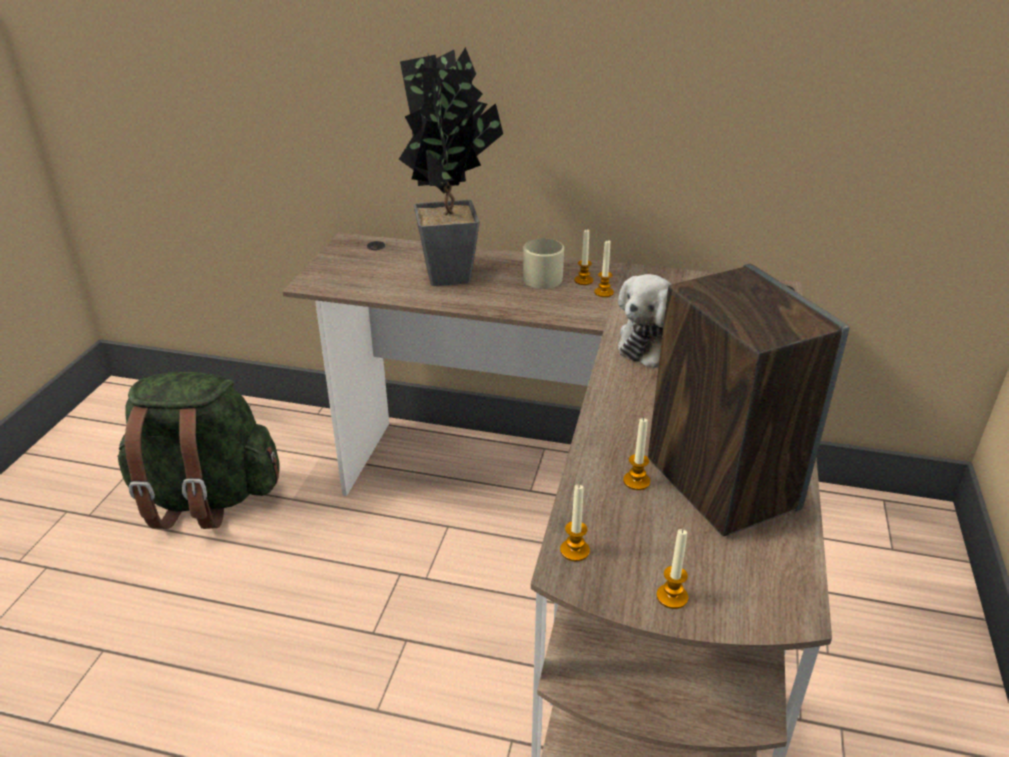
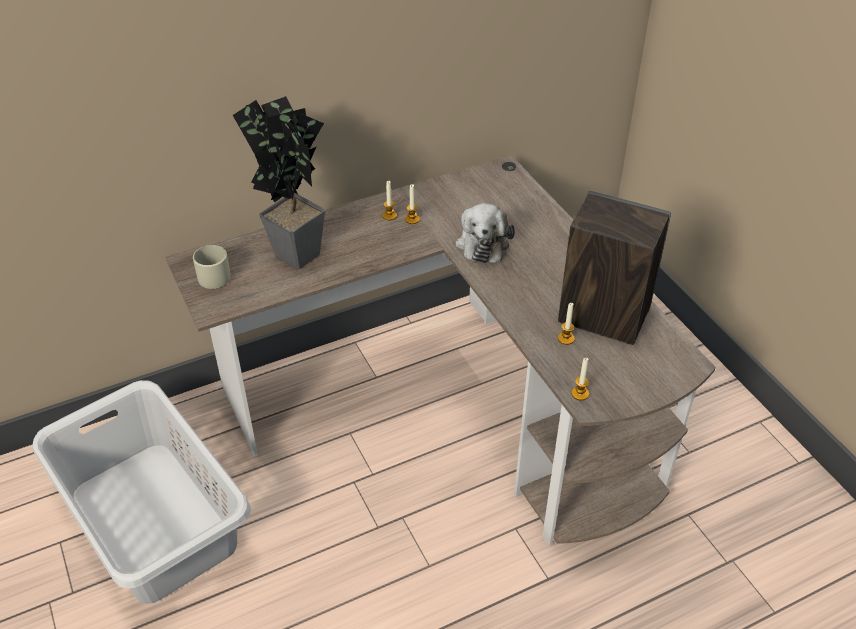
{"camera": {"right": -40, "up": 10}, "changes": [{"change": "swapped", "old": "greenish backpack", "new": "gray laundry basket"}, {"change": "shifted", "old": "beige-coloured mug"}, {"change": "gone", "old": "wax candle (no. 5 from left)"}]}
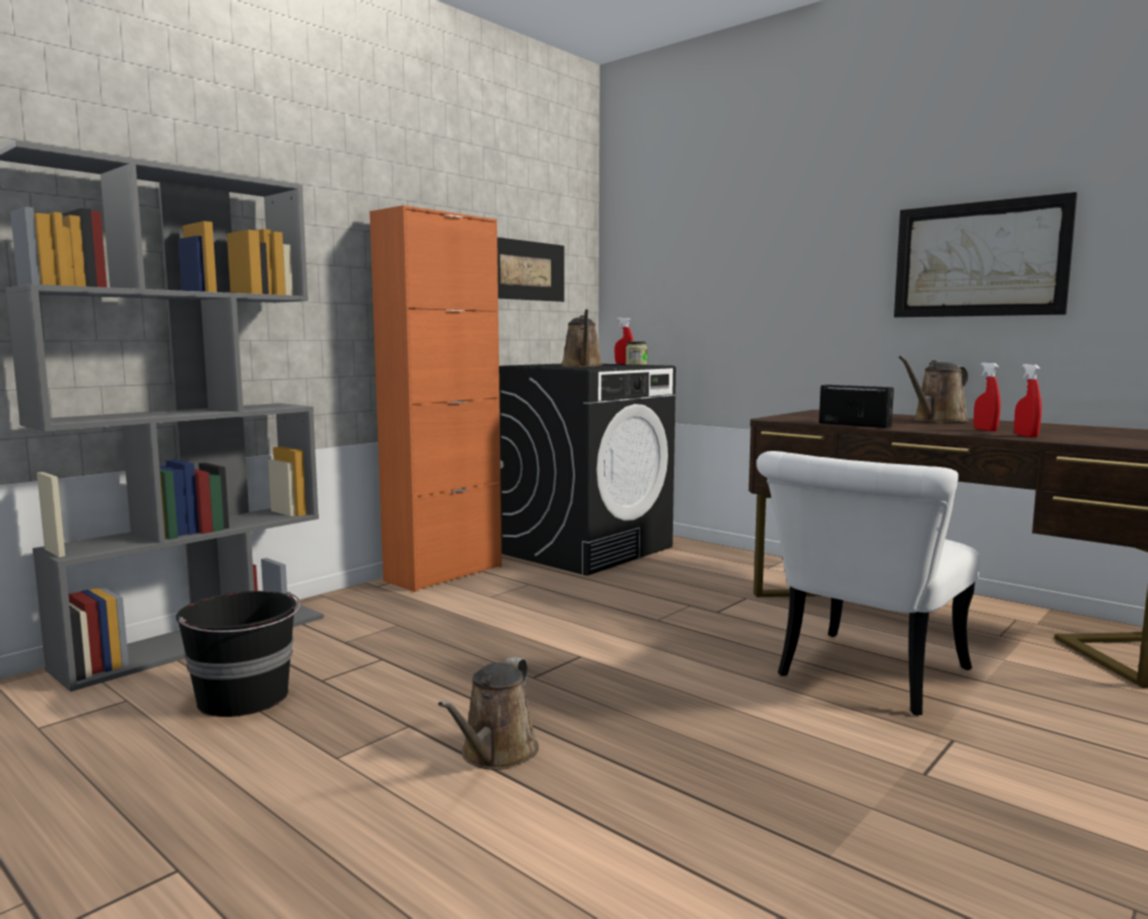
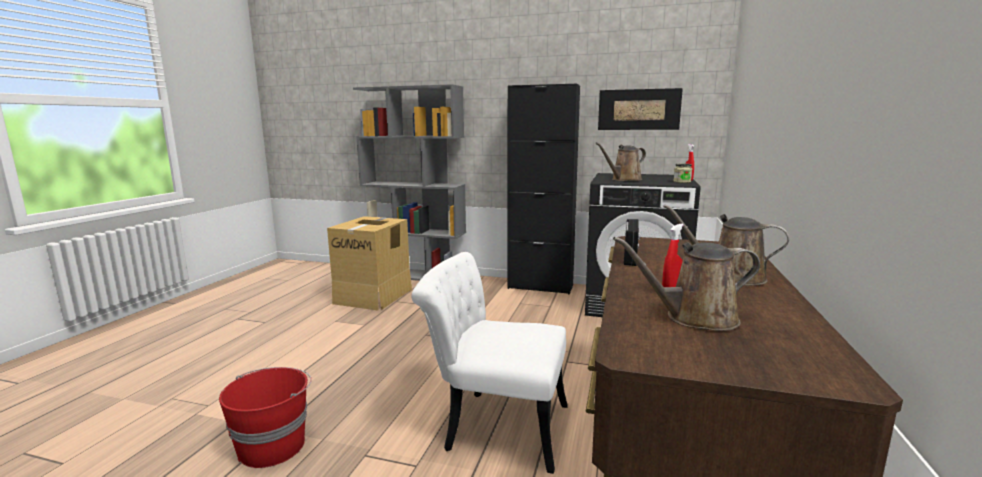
{"camera": {"right": 65, "up": 5}, "changes": [{"change": "new", "new": "red pail"}, {"change": "swapped", "old": "black-coloured pail", "new": "packing box"}, {"change": "repainted", "old": "orange cabinet", "new": "black-coloured cabinet"}, {"change": "shifted", "old": "brown sprinkling can (no. 1 from left in the first image)", "new": "brown sprinkling can (no. 2 from left)"}, {"change": "gone", "old": "wall picture (no. 2 from left)"}, {"change": "gone", "old": "red hand sprayer (no. 3 from left)"}]}
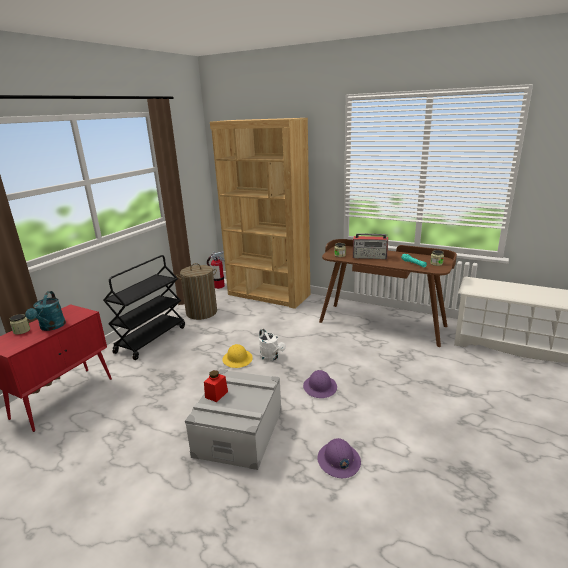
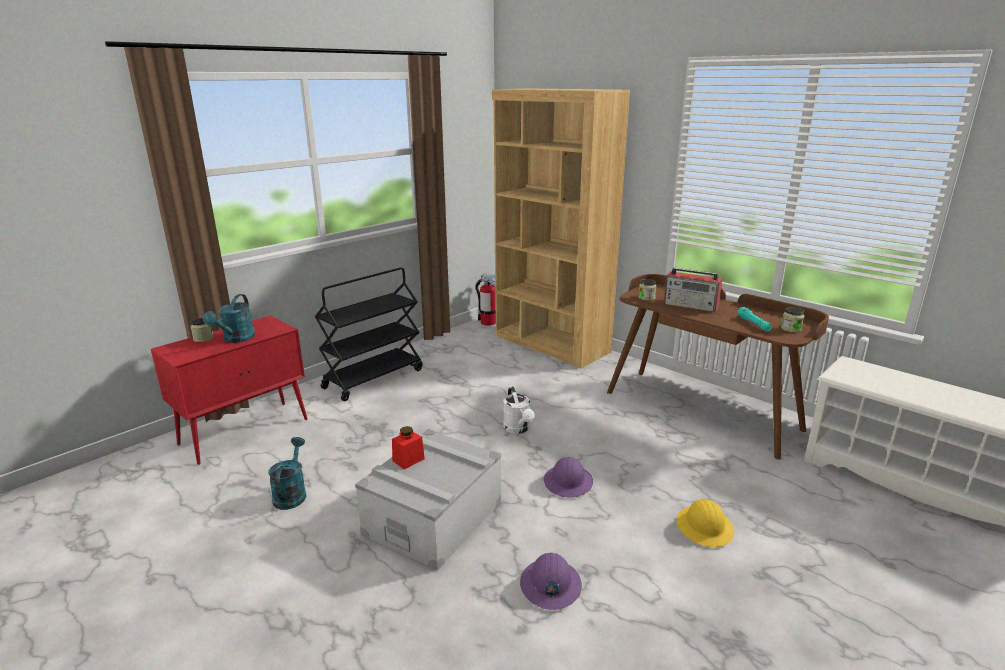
{"camera": {"right": 15, "up": 0}, "changes": [{"change": "new", "new": "blue-green sprinkling can (no. 2 from left)"}, {"change": "shifted", "old": "yellowish hard hat"}, {"change": "gone", "old": "laundry basket"}]}
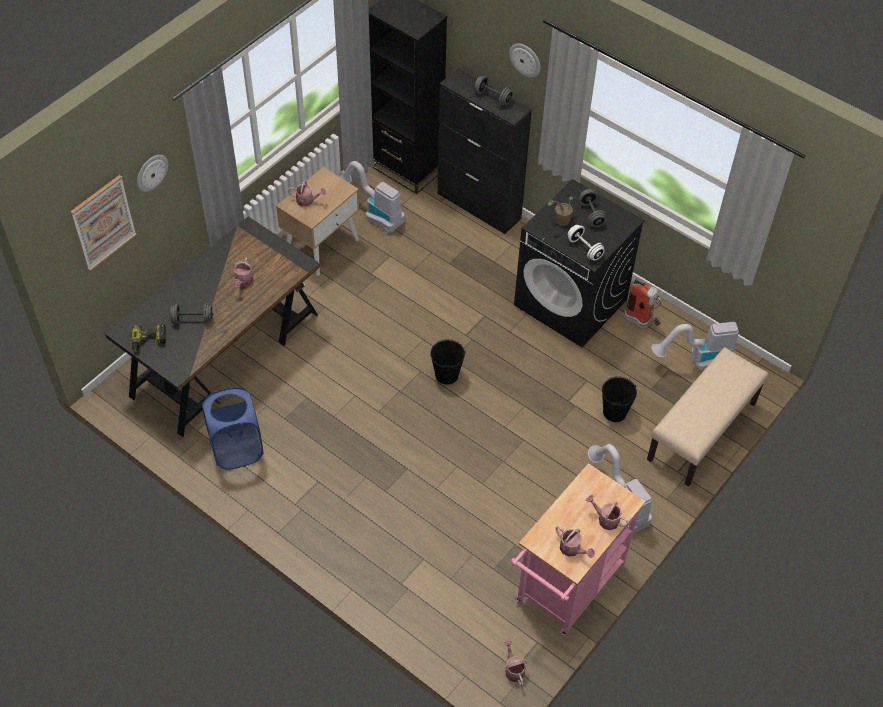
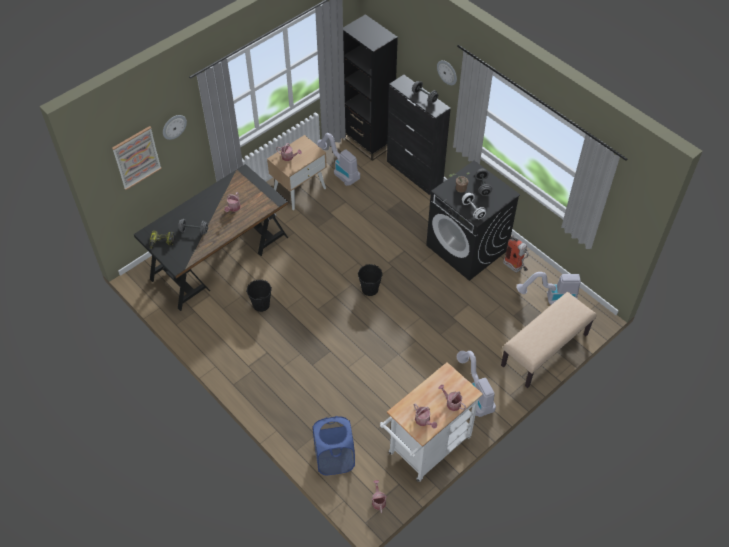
{"camera": {"right": 10, "up": 0}, "changes": [{"change": "shifted", "old": "black-coloured pail (no. 2 from left in the first image)", "new": "black-coloured pail (no. 1 from left)"}, {"change": "shifted", "old": "blue-coloured laundry basket"}, {"change": "repainted", "old": "pinkish wheeled cart", "new": "white-coloured wheeled cart"}]}
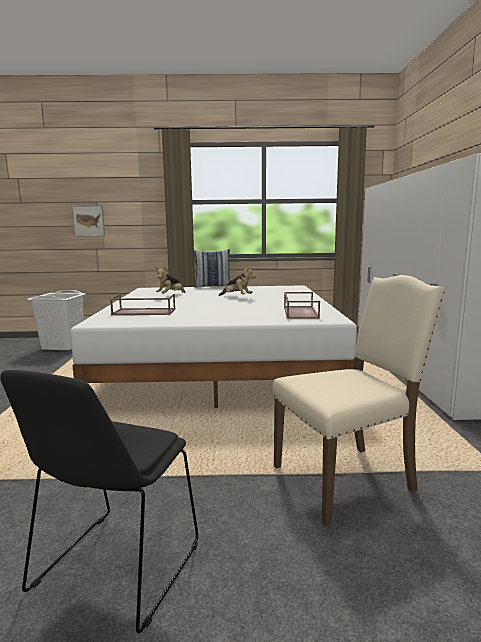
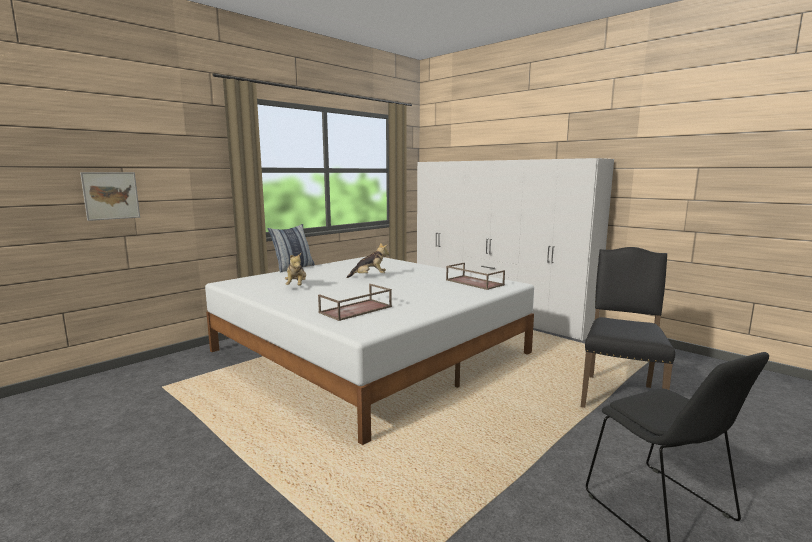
{"camera": {"right": -45, "up": 0}, "changes": [{"change": "repainted", "old": "beige-coloured upright chair", "new": "black-coloured upright chair (no. 1 from left)"}, {"change": "gone", "old": "white-coloured laundry basket"}]}
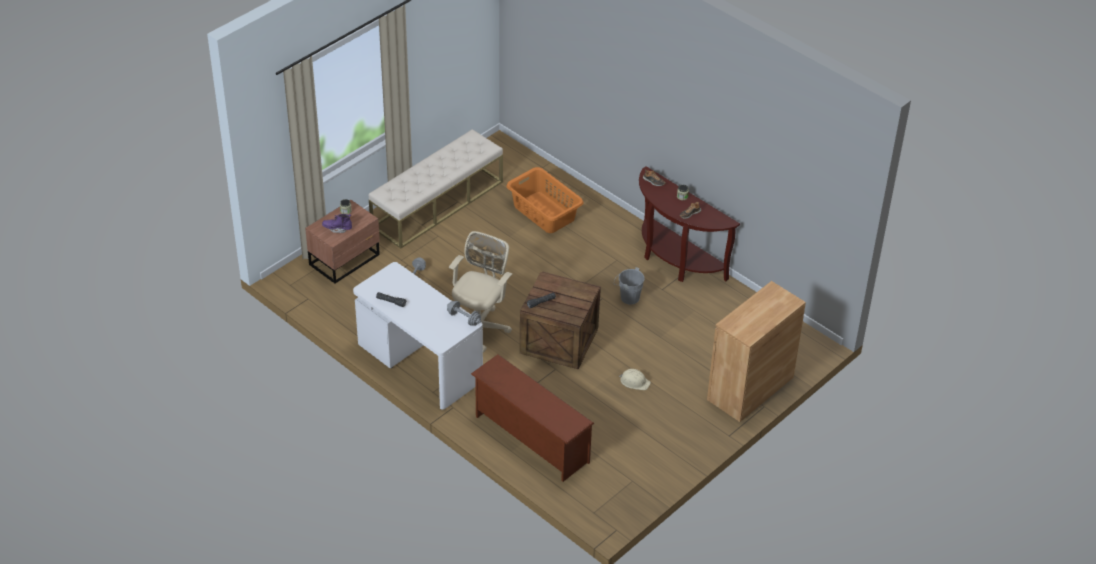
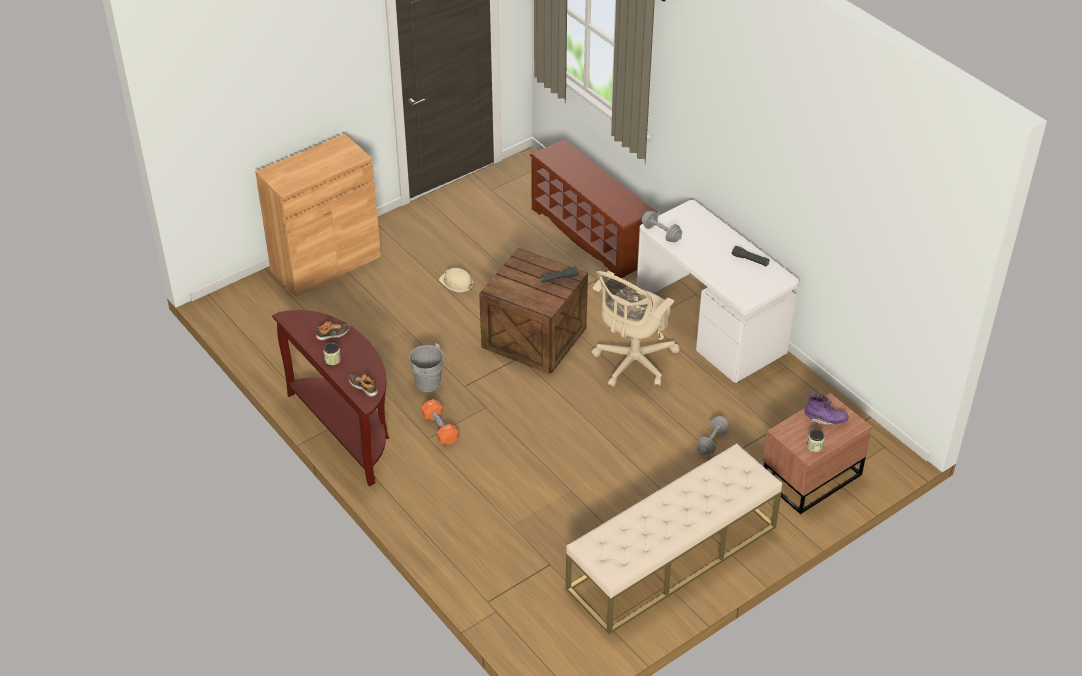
{"camera": {"right": -170, "up": 0}, "changes": [{"change": "new", "new": "orange dumbbell"}, {"change": "gone", "old": "orange laundry basket"}]}
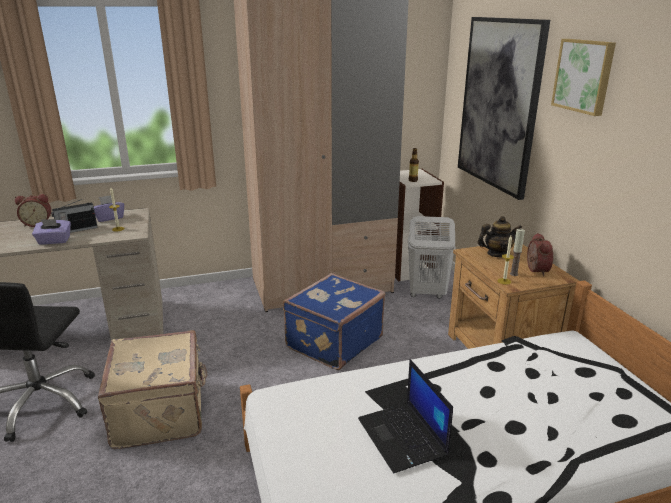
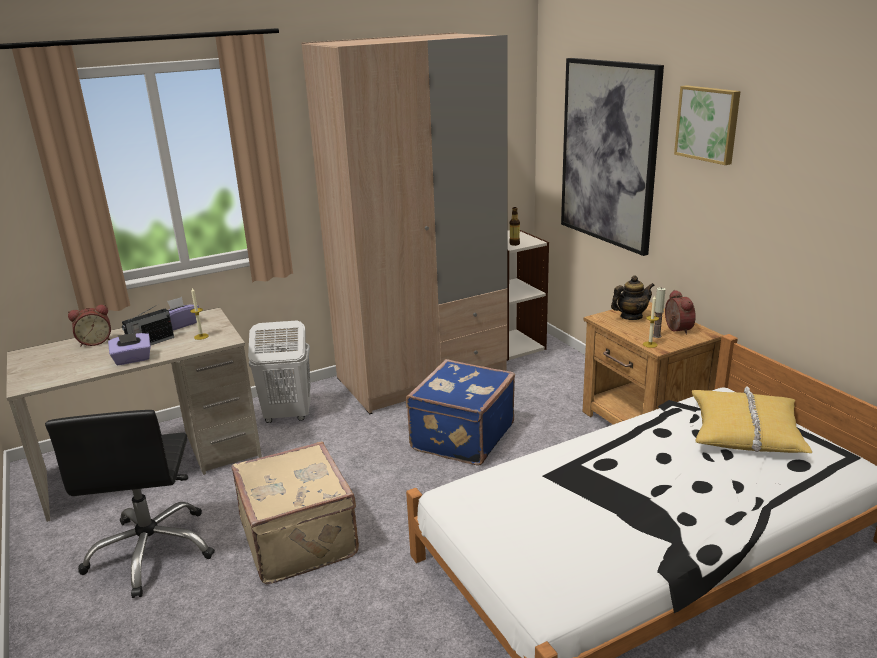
{"camera": {"right": -10, "up": 0}, "changes": [{"change": "shifted", "old": "white-coloured laundry basket"}, {"change": "new", "new": "yellowish cushion"}, {"change": "gone", "old": "portable computer"}]}
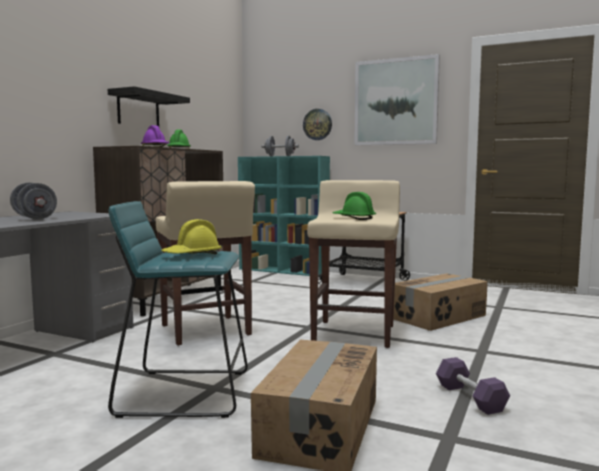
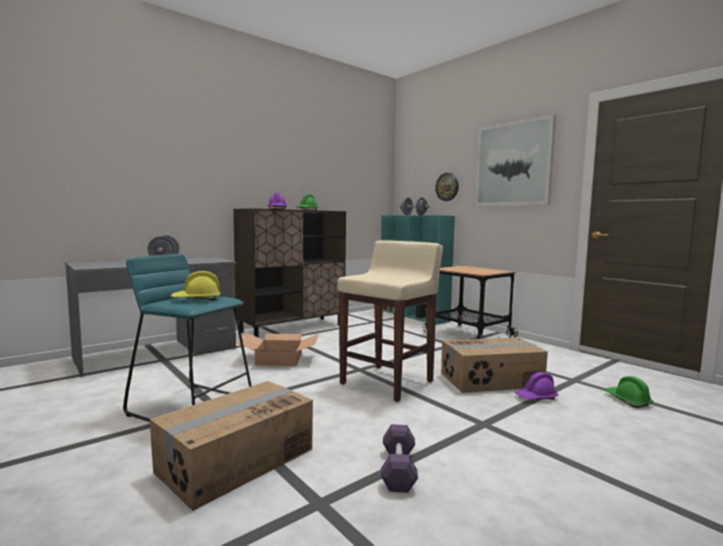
{"camera": {"right": 25, "up": 0}, "changes": [{"change": "swapped", "old": "beige-coloured sitting stool (no. 1 from left)", "new": "packing box (no. 2 from left)"}, {"change": "new", "new": "purplish hard hat (no. 2 from left)"}, {"change": "shifted", "old": "greenish hard hat (no. 2 from left)"}, {"change": "gone", "old": "black-coloured shelf"}]}
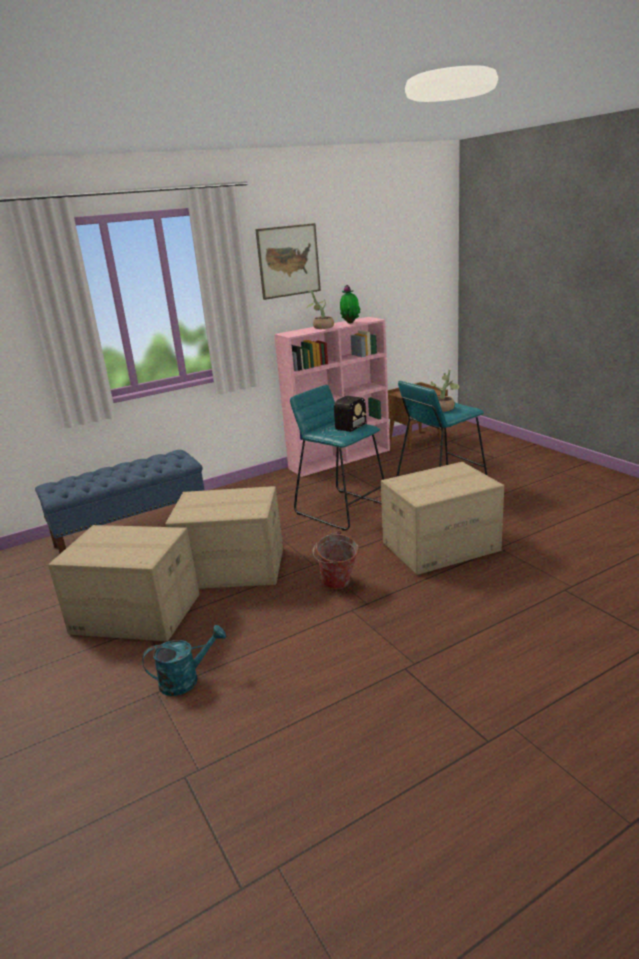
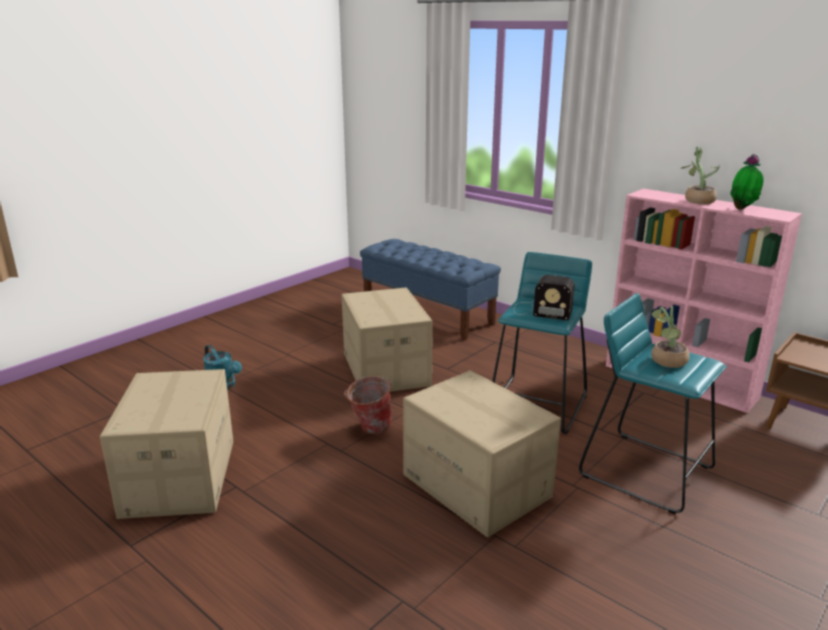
{"camera": {"right": 70, "up": 0}, "changes": [{"change": "shifted", "old": "packing box (no. 1 from left)"}, {"change": "gone", "old": "wall picture"}]}
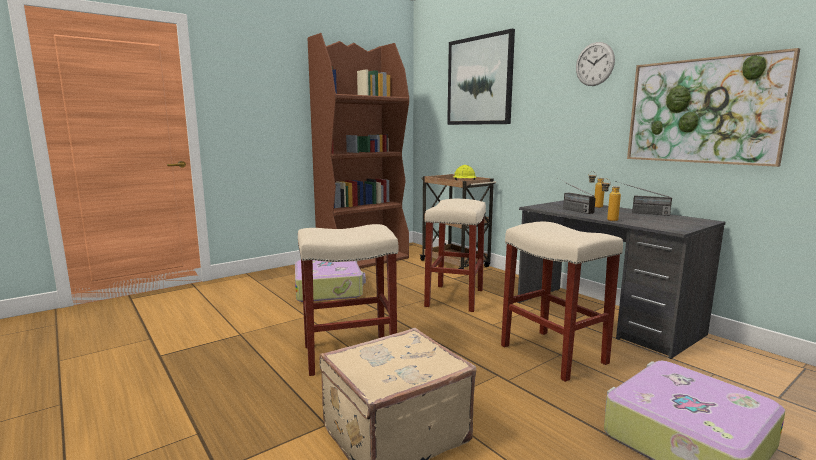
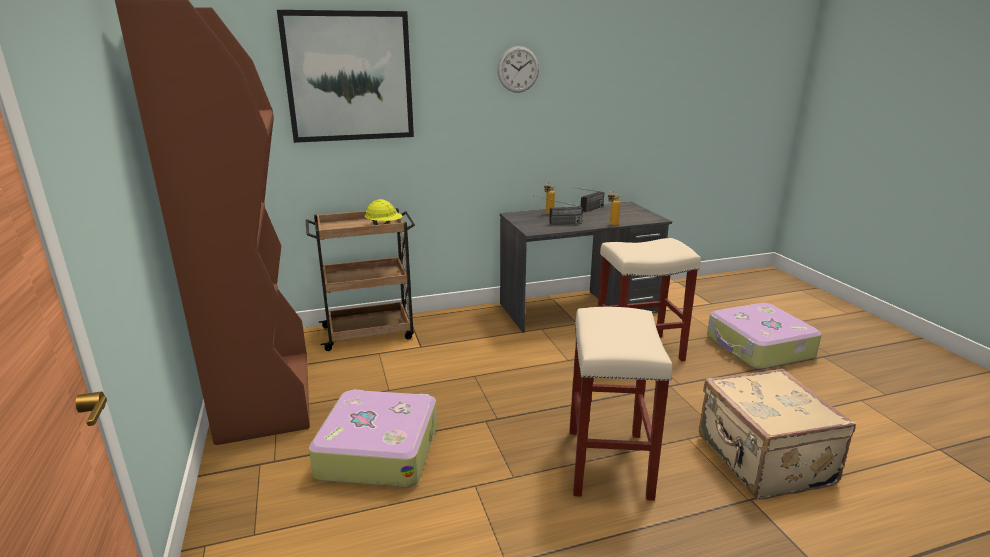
{"camera": {"right": -70, "up": 10}, "changes": [{"change": "gone", "old": "beige-coloured sitting stool (no. 2 from left)"}, {"change": "gone", "old": "wall picture (no. 2 from left)"}]}
